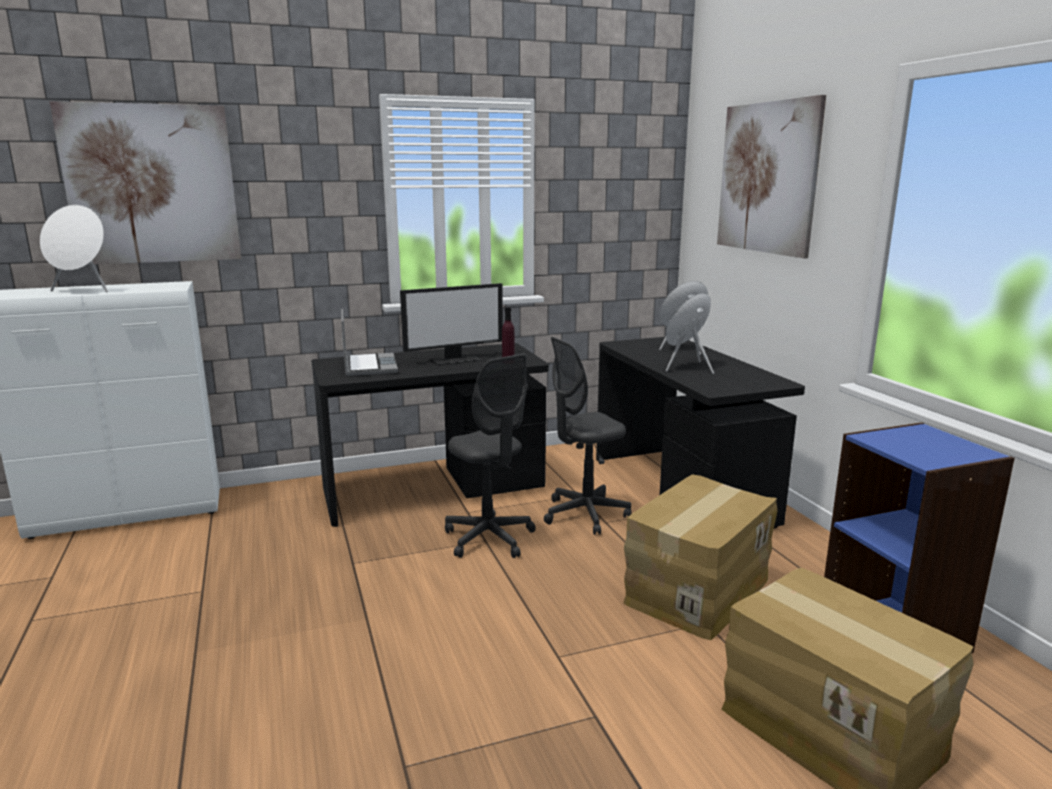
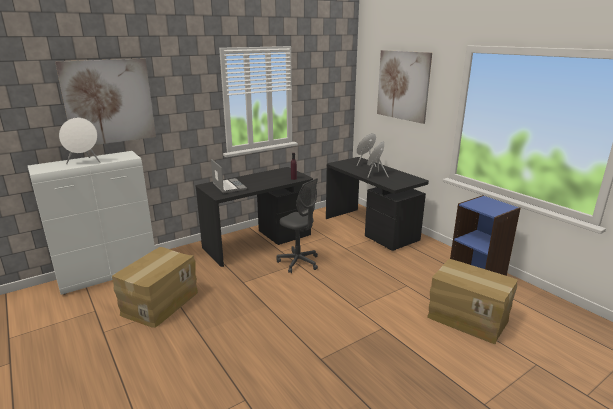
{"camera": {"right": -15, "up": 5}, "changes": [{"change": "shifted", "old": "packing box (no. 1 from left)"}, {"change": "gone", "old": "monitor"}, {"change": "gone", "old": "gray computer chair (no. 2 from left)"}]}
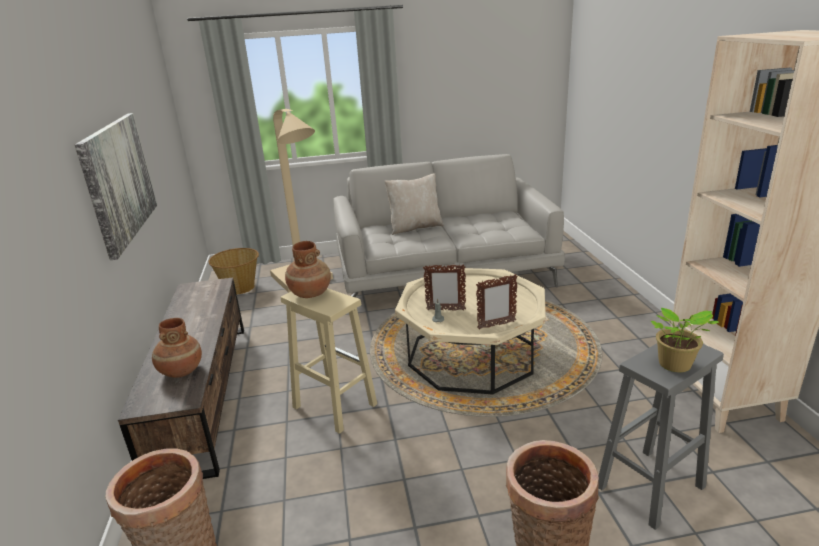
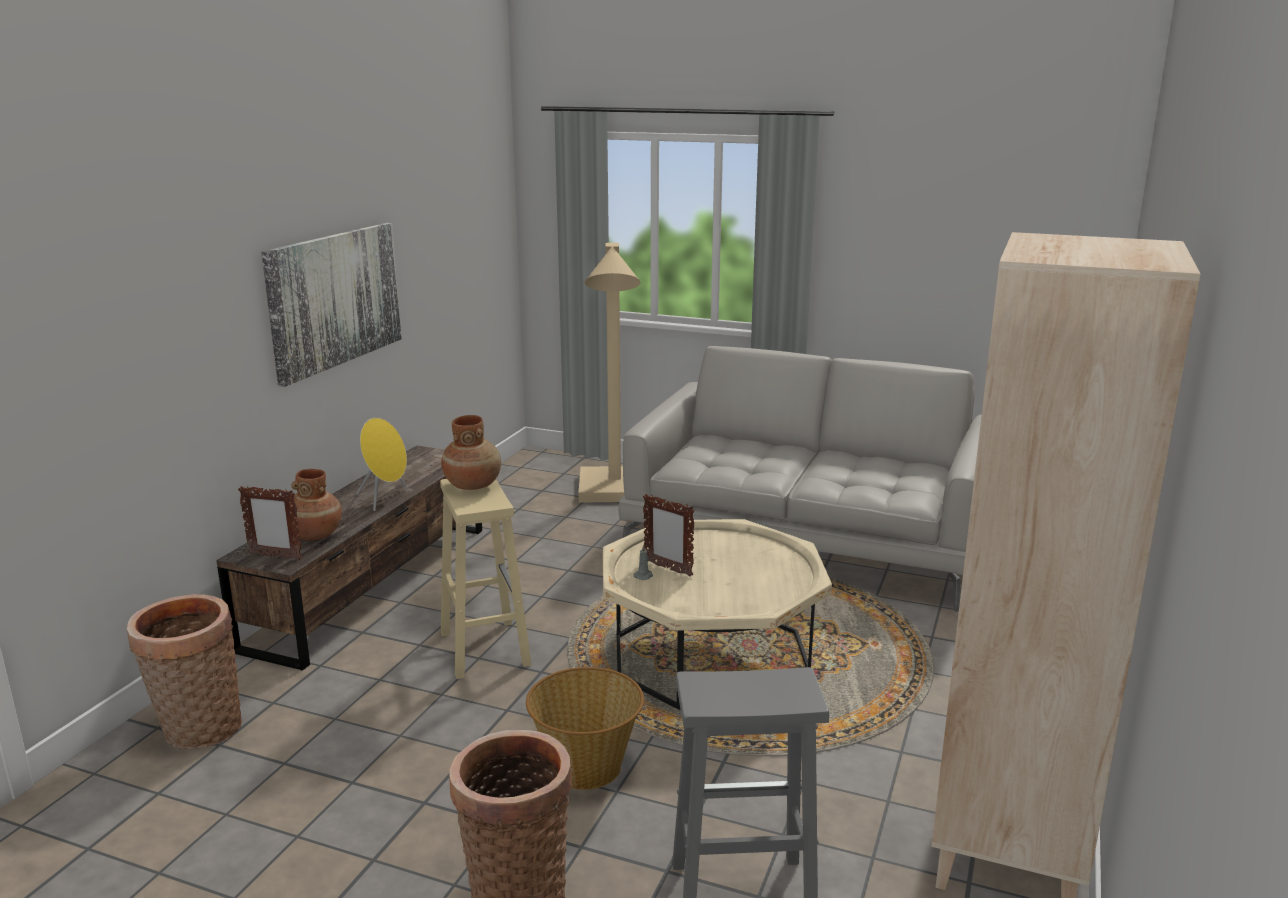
{"camera": {"right": 30, "up": -5}, "changes": [{"change": "shifted", "old": "picture frame (no. 2 from left in the first image)", "new": "picture frame (no. 1 from left)"}, {"change": "new", "new": "yellowish speaker"}, {"change": "shifted", "old": "storage basket (no. 2 from left in the first image)", "new": "storage basket (no. 3 from left)"}, {"change": "gone", "old": "beige-coloured cushion"}, {"change": "gone", "old": "houseplant"}]}
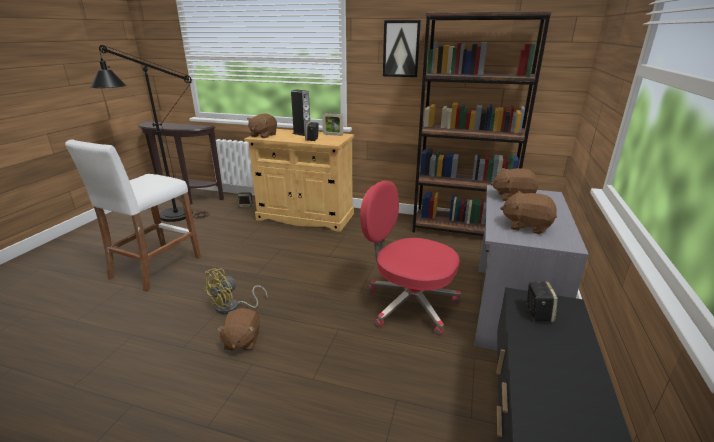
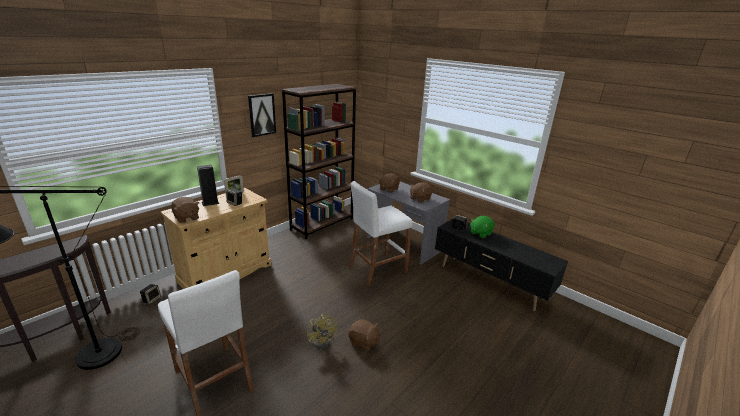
{"camera": {"right": -65, "up": 0}, "changes": [{"change": "swapped", "old": "red computer chair", "new": "white-coloured sitting stool (no. 2 from left)"}, {"change": "new", "new": "greenish cuddly toy"}]}
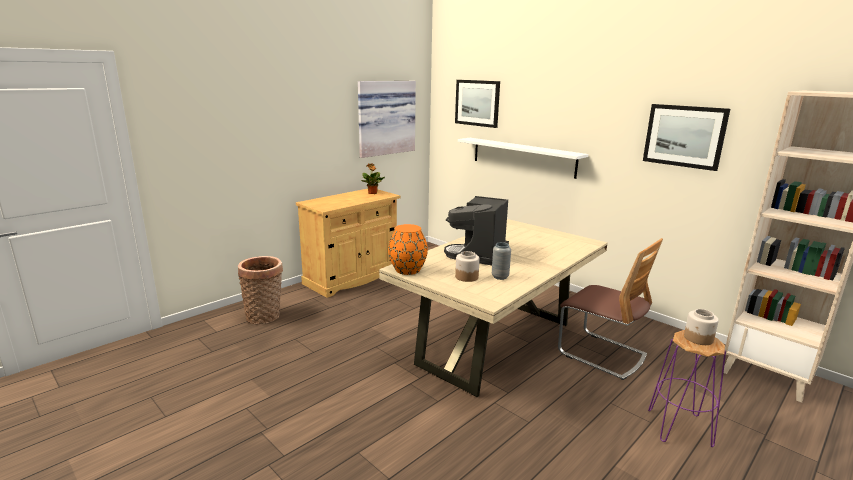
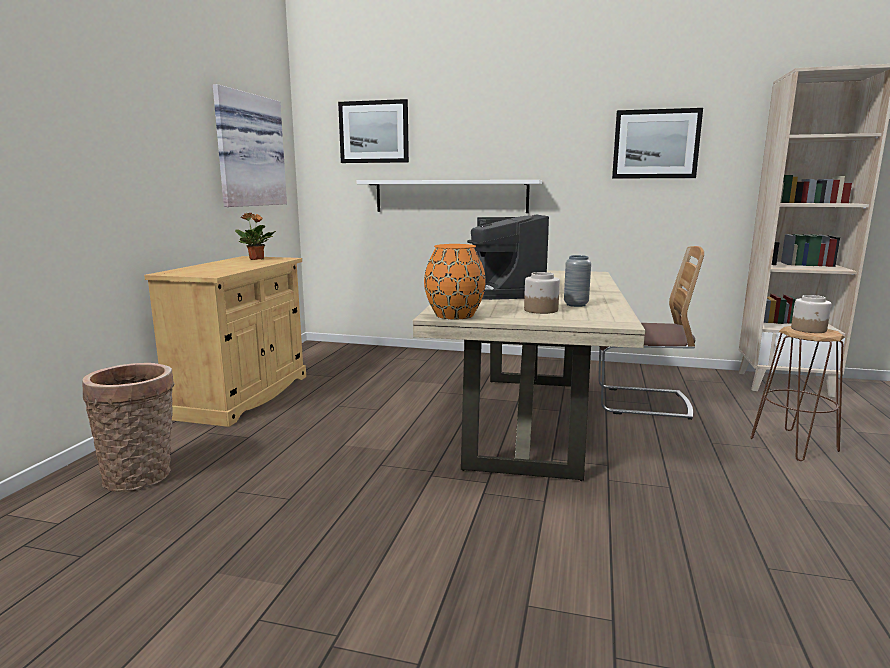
{"camera": {"right": -30, "up": -5}, "changes": [{"change": "repainted", "old": "purplish sitting stool", "new": "brown sitting stool"}]}
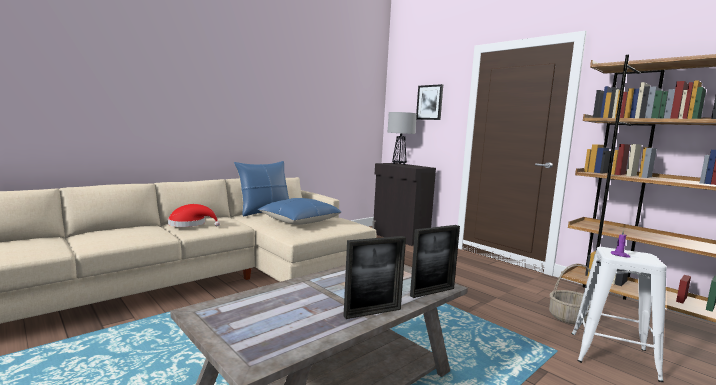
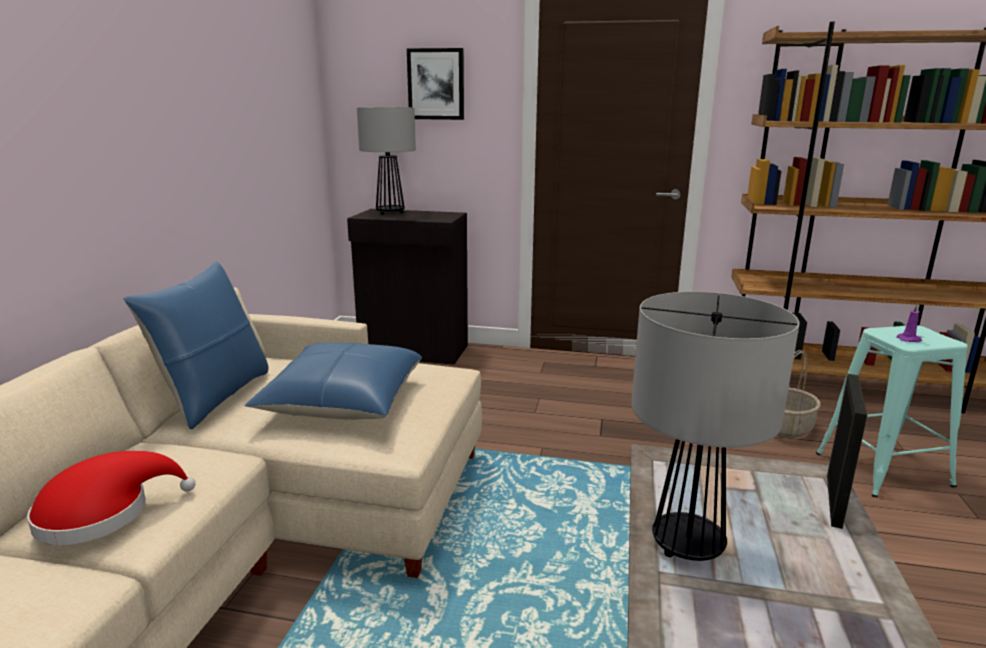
{"camera": {"right": -35, "up": 10}, "changes": [{"change": "new", "new": "table lamp (no. 2 from left)"}, {"change": "repainted", "old": "white-coloured sitting stool", "new": "blue-green sitting stool"}, {"change": "gone", "old": "picture frame (no. 1 from left)"}]}
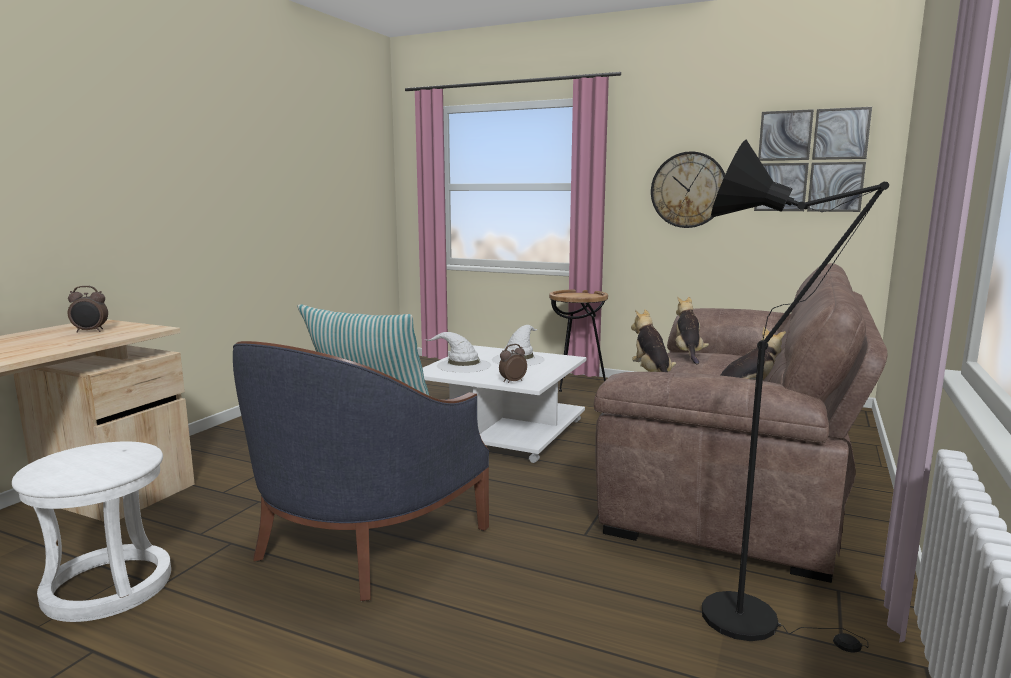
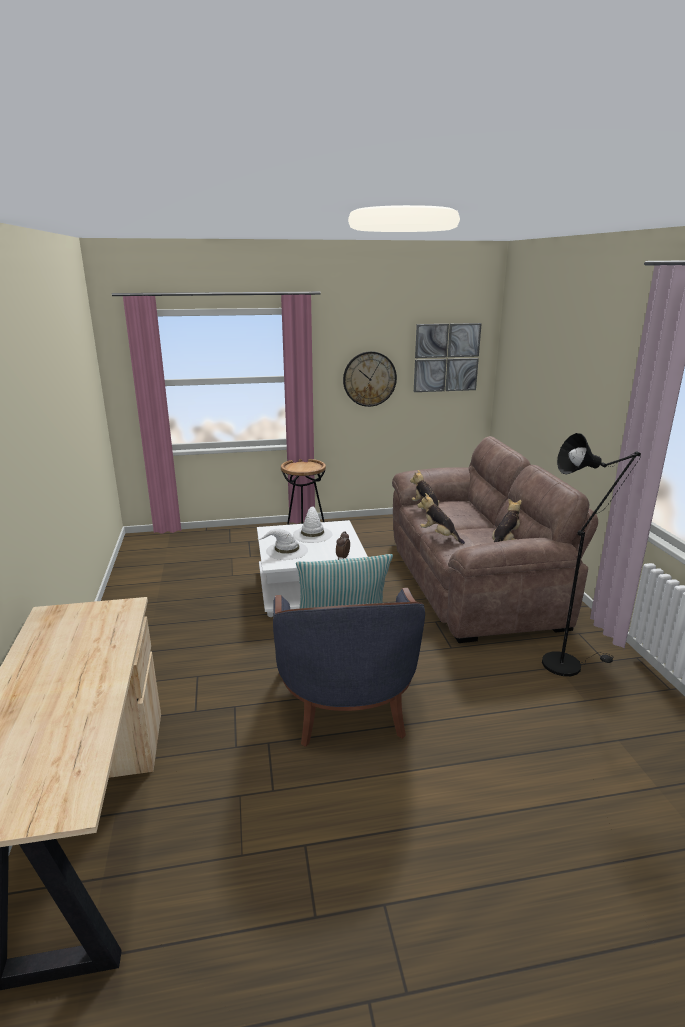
{"camera": {"right": -35, "up": 10}, "changes": [{"change": "gone", "old": "white-coloured sitting stool"}, {"change": "gone", "old": "bedside clock (no. 1 from left)"}]}
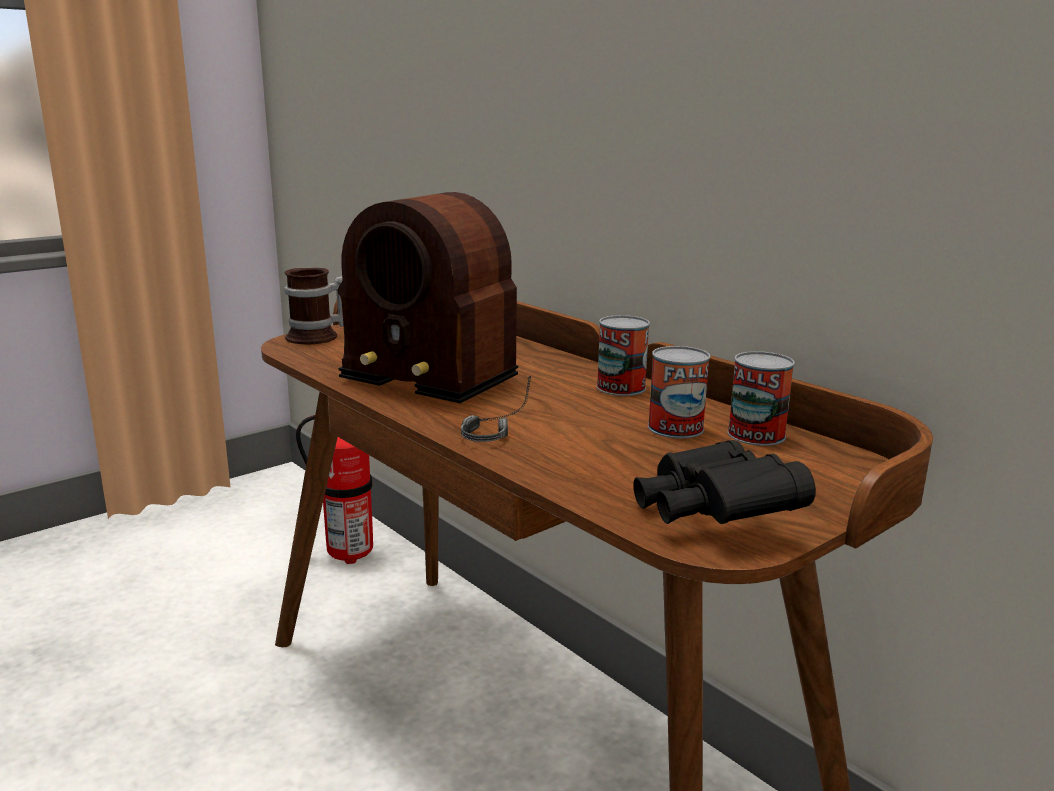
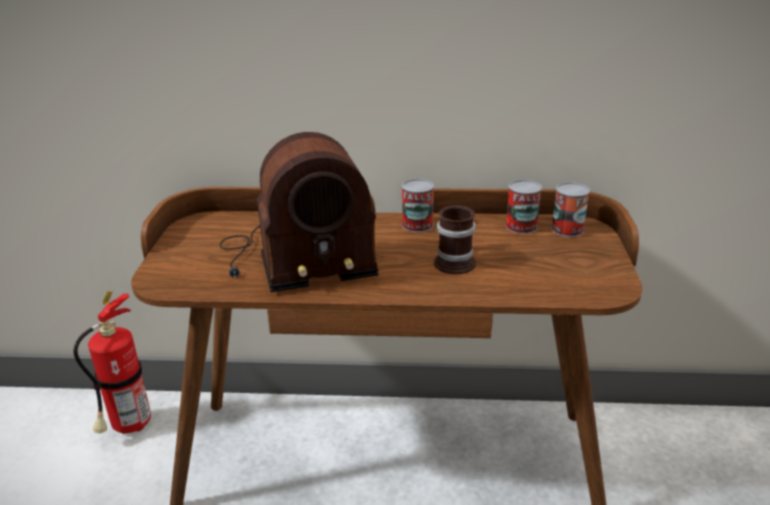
{"camera": {"right": -45, "up": 10}, "changes": [{"change": "shifted", "old": "mug"}, {"change": "shifted", "old": "can (no. 2 from left in the first image)", "new": "can (no. 3 from left)"}, {"change": "gone", "old": "headphones"}, {"change": "gone", "old": "black-coloured binoculars"}]}
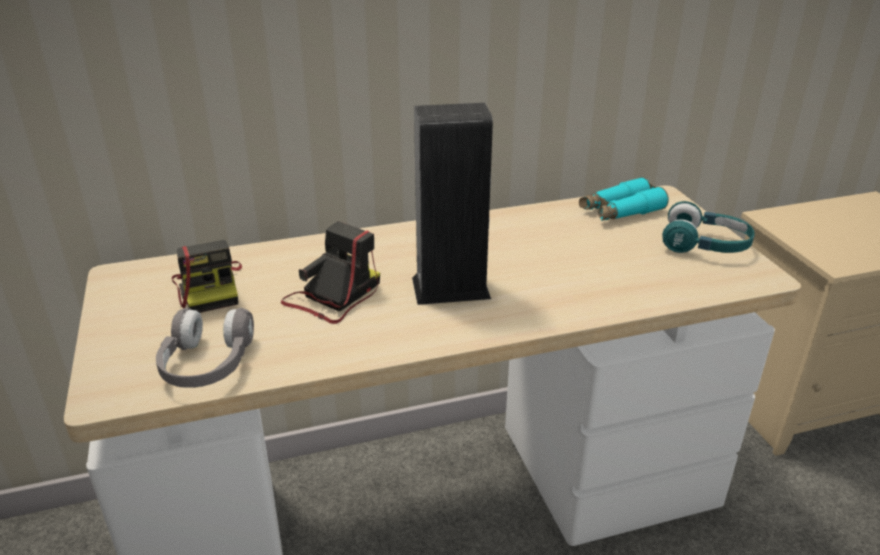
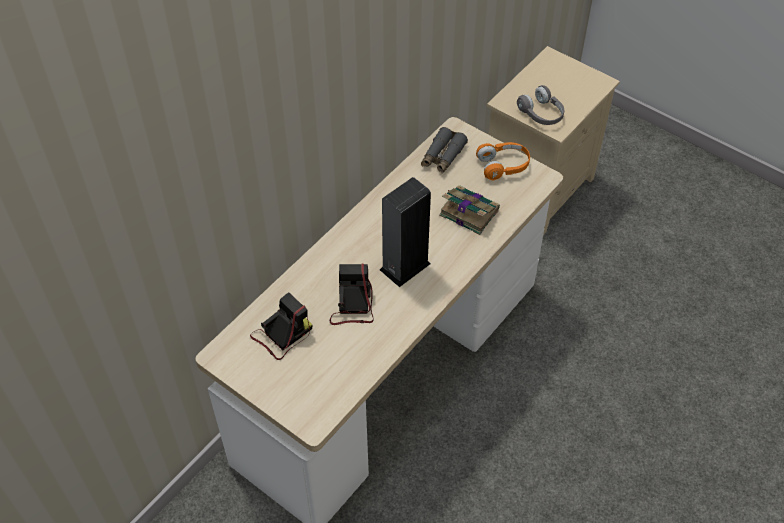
{"camera": {"right": -35, "up": 20}, "changes": [{"change": "rotated", "old": "still camera (no. 1 from left)", "degrees": -75}, {"change": "repainted", "old": "blue-green binoculars", "new": "gray binoculars"}, {"change": "new", "new": "bound book"}, {"change": "repainted", "old": "blue-green headphones", "new": "orange headphones"}, {"change": "shifted", "old": "gray headphones"}]}
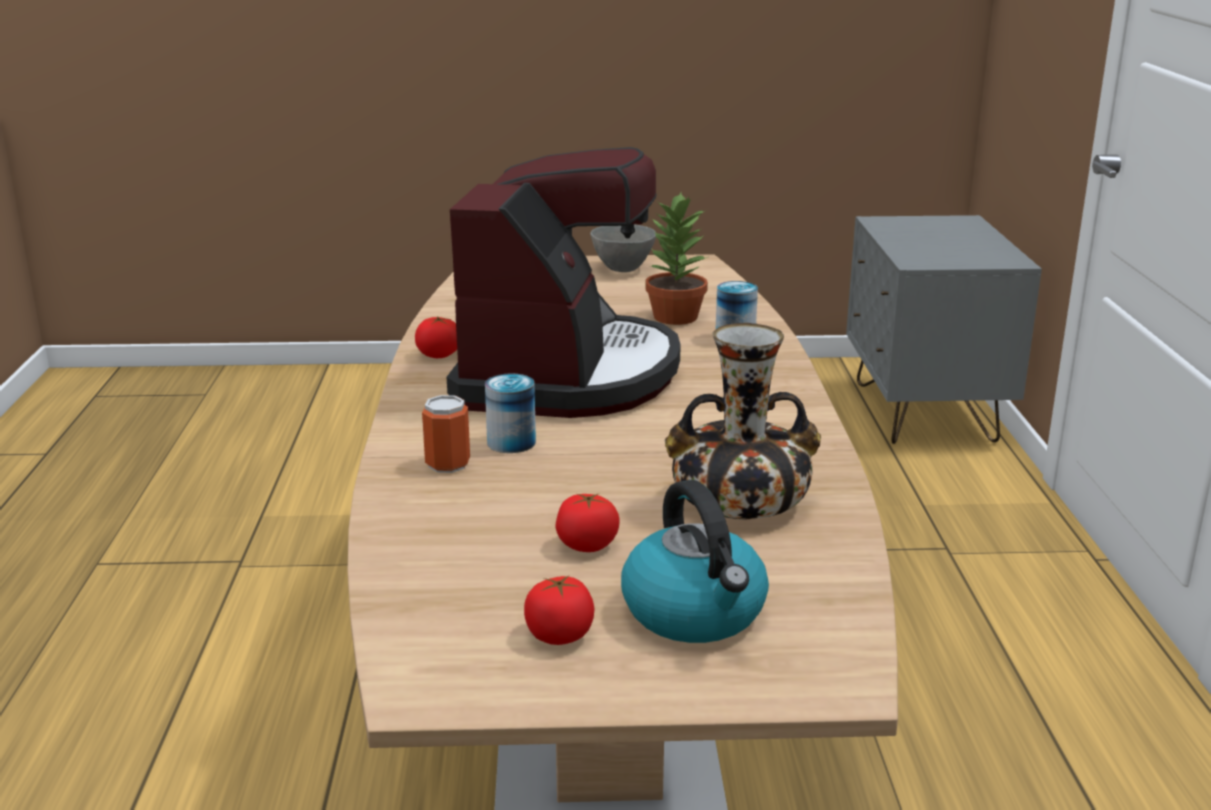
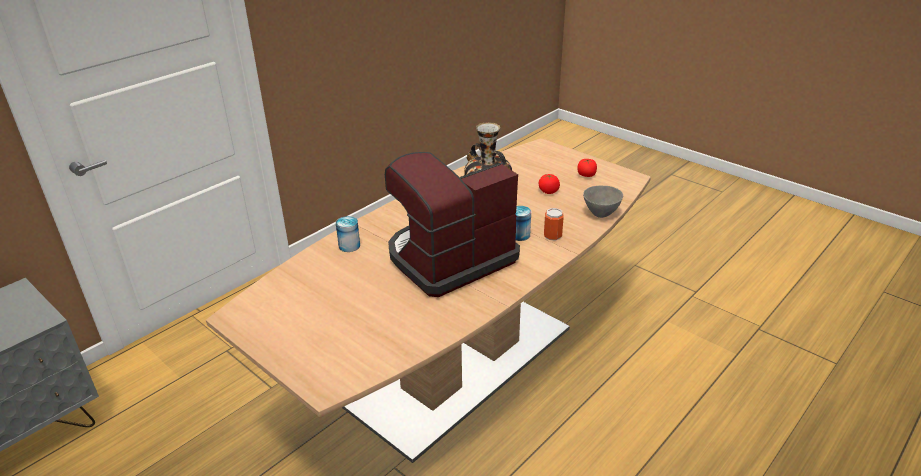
{"camera": {"right": -135, "up": 10}, "changes": [{"change": "shifted", "old": "gray serving bowl"}, {"change": "gone", "old": "whole tomato (no. 1 from left)"}, {"change": "gone", "old": "water kettle"}, {"change": "gone", "old": "houseplant"}]}
